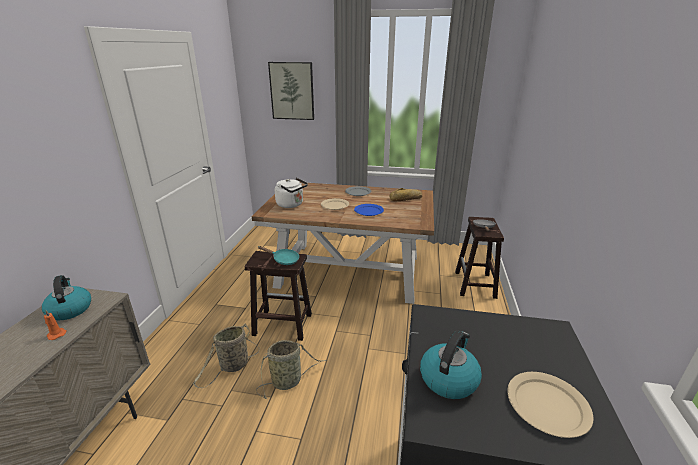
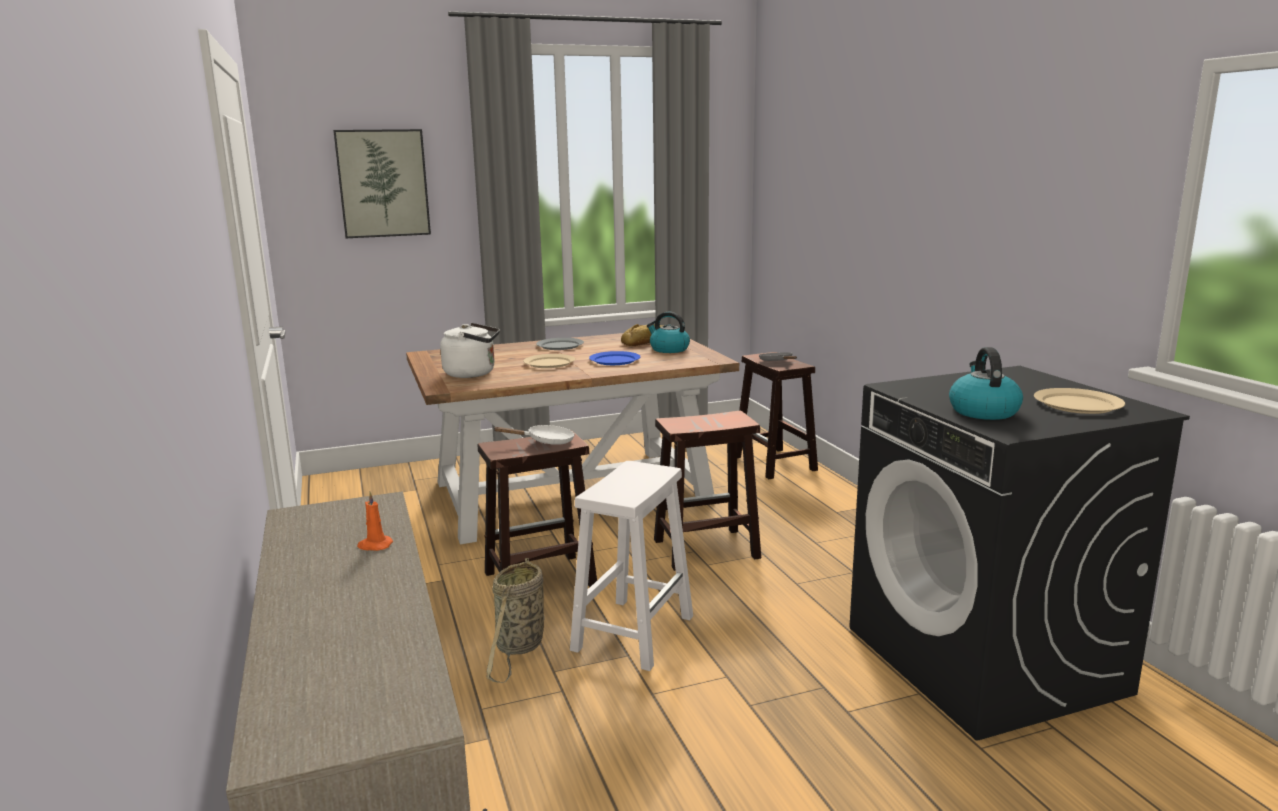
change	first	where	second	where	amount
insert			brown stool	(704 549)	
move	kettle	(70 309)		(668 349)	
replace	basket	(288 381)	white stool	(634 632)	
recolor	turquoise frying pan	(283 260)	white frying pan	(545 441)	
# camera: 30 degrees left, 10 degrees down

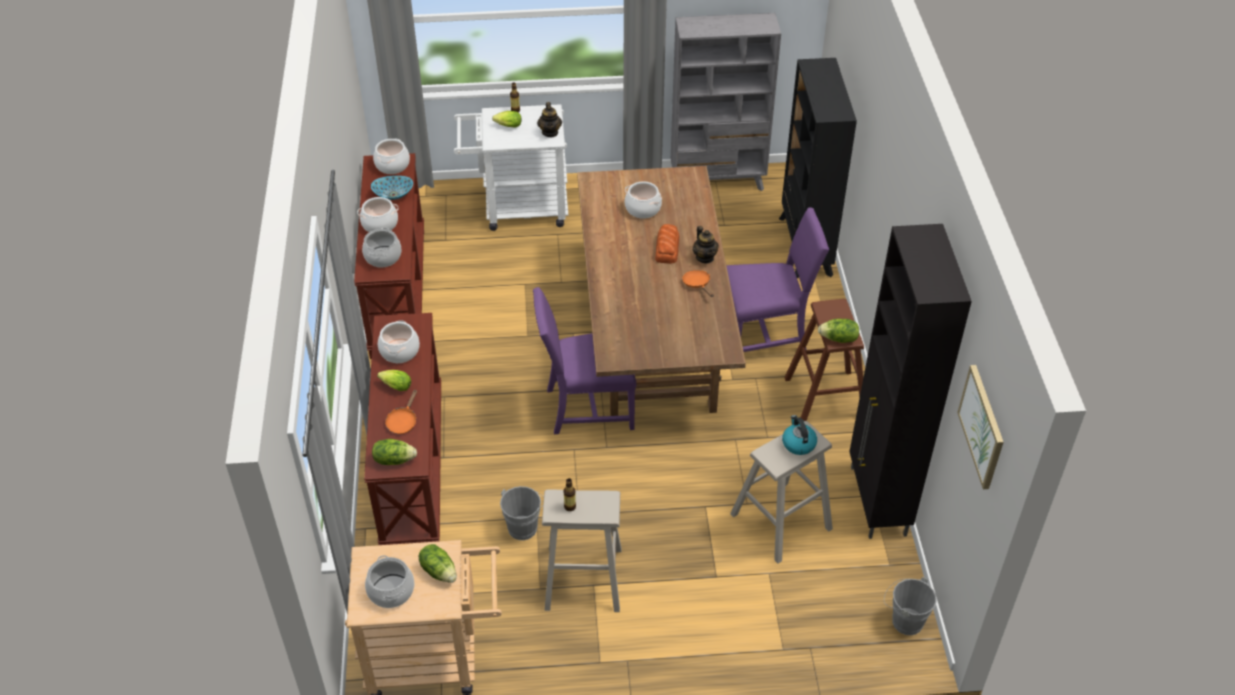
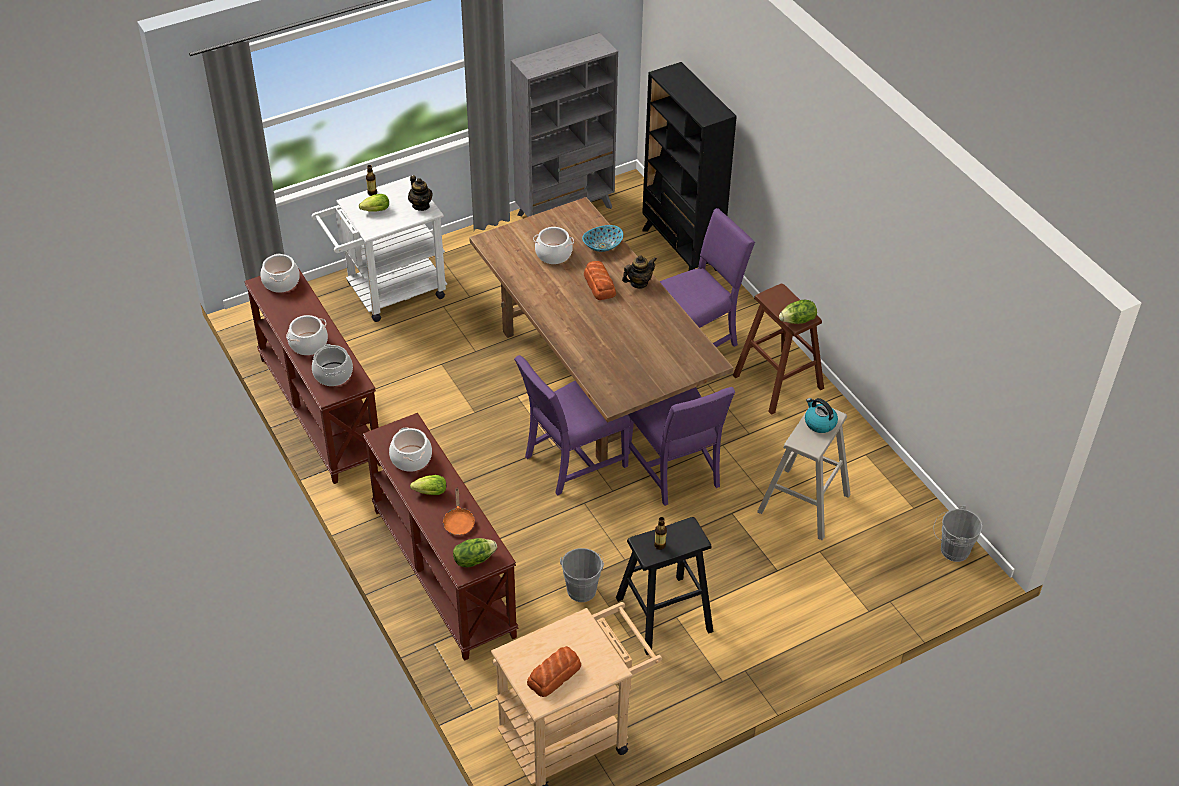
change	first	where	second	where	amount
delete	lettuce	(439 571)			
delete	orange frying pan	(698 284)			
delete	black cabinet	(877 502)			
delete	picture	(982 426)			
insert			purple chair	(675 470)	
move	bowl	(393 195)		(602 246)	
replace	cooking pot	(391 591)	bread	(555 675)	
recolor	beige stool	(583 579)	black stool	(663 615)	
rotate	teapot	(705 257)		(639 283)	75 degrees counterclockwise
# camera: 25 degrees left, 0 degrees up

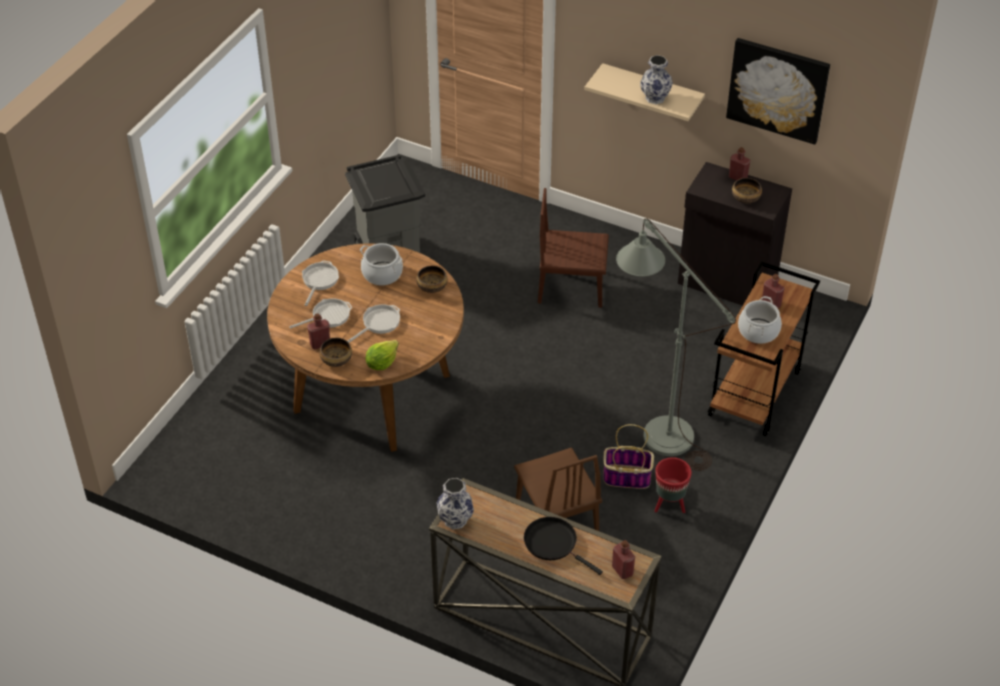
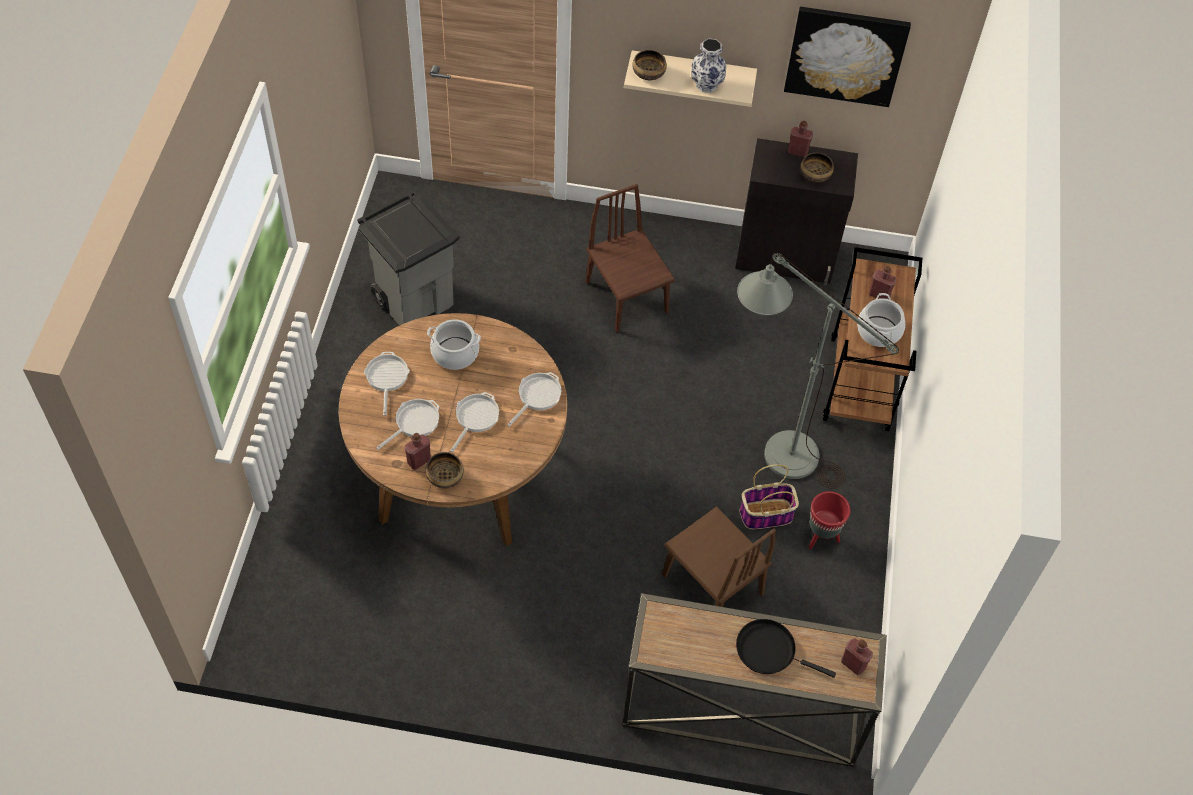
change	first	where	second	where	amount
delete	lettuce	(382 363)			
delete	vase	(455 519)			
insert			frying pan	(537 396)	
move	bowl	(431 286)		(648 73)	
rotate	brown chair	(571 287)		(627 297)	75 degrees clockwise
# camera: 20 degrees left, 10 degrees up

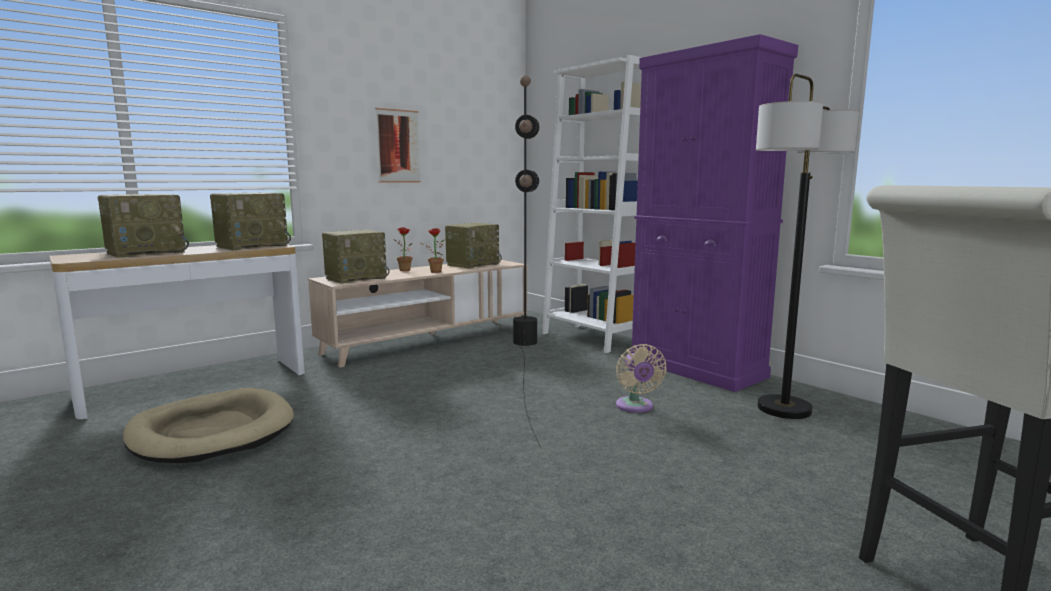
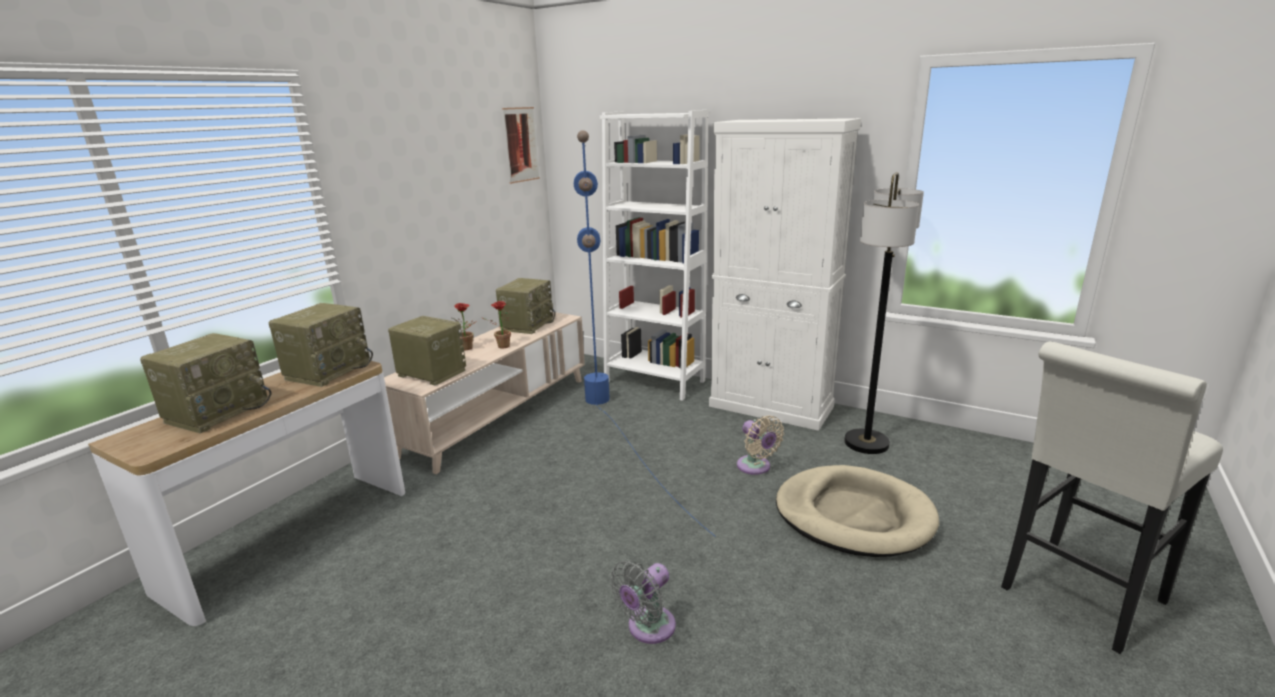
change	first	where	second	where	amount
insert			grey fan	(647 628)	
move	beige dog bed	(212 432)		(853 515)	
move	picture	(398 146)		(521 144)	
recolor	black floor lamp	(525 363)	blue floor lamp	(619 429)	
recolor	purple cabinet	(696 368)	white cabinet	(771 406)	
rotate	radio	(356 278)		(430 373)	90 degrees counterclockwise
# camera: 20 degrees left, 10 degrees up

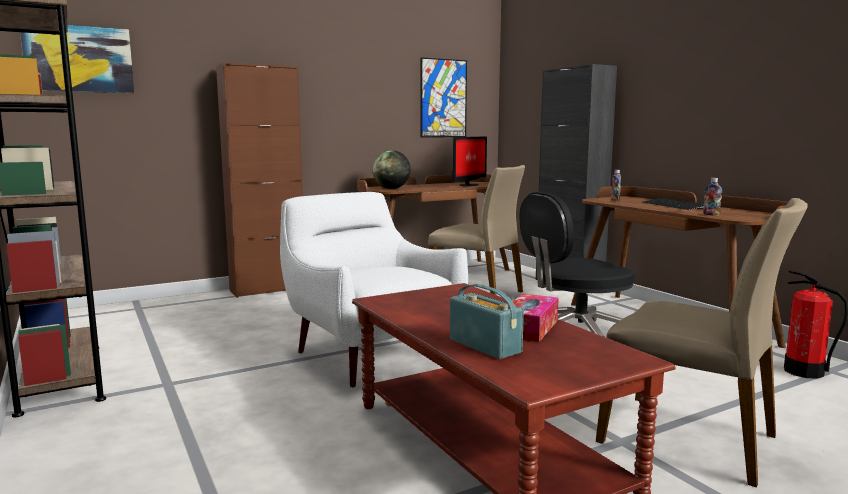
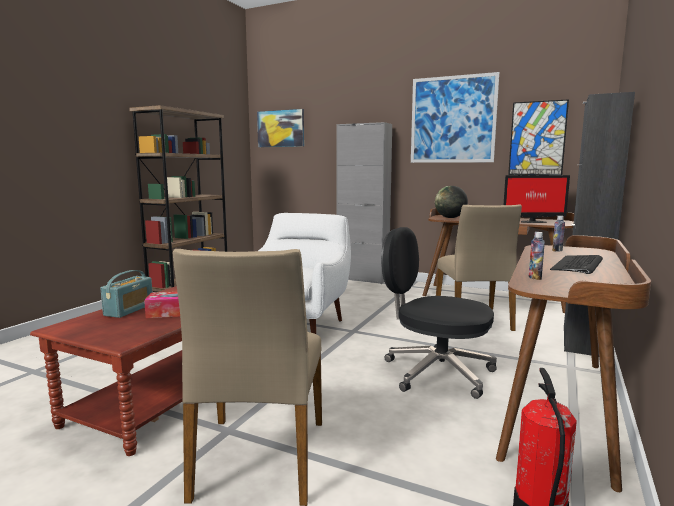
change	first	where	second	where	amount
insert			picture	(452 119)	
recolor	brown cabinet	(268 289)	grey cabinet	(362 279)	
# camera: 55 degrees right, 0 degrees up

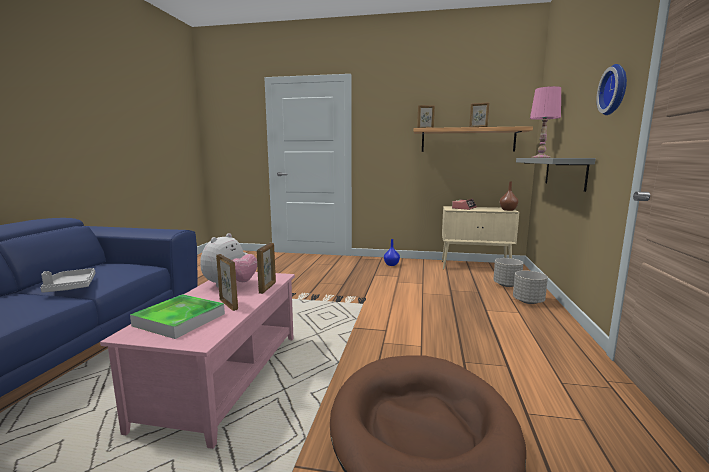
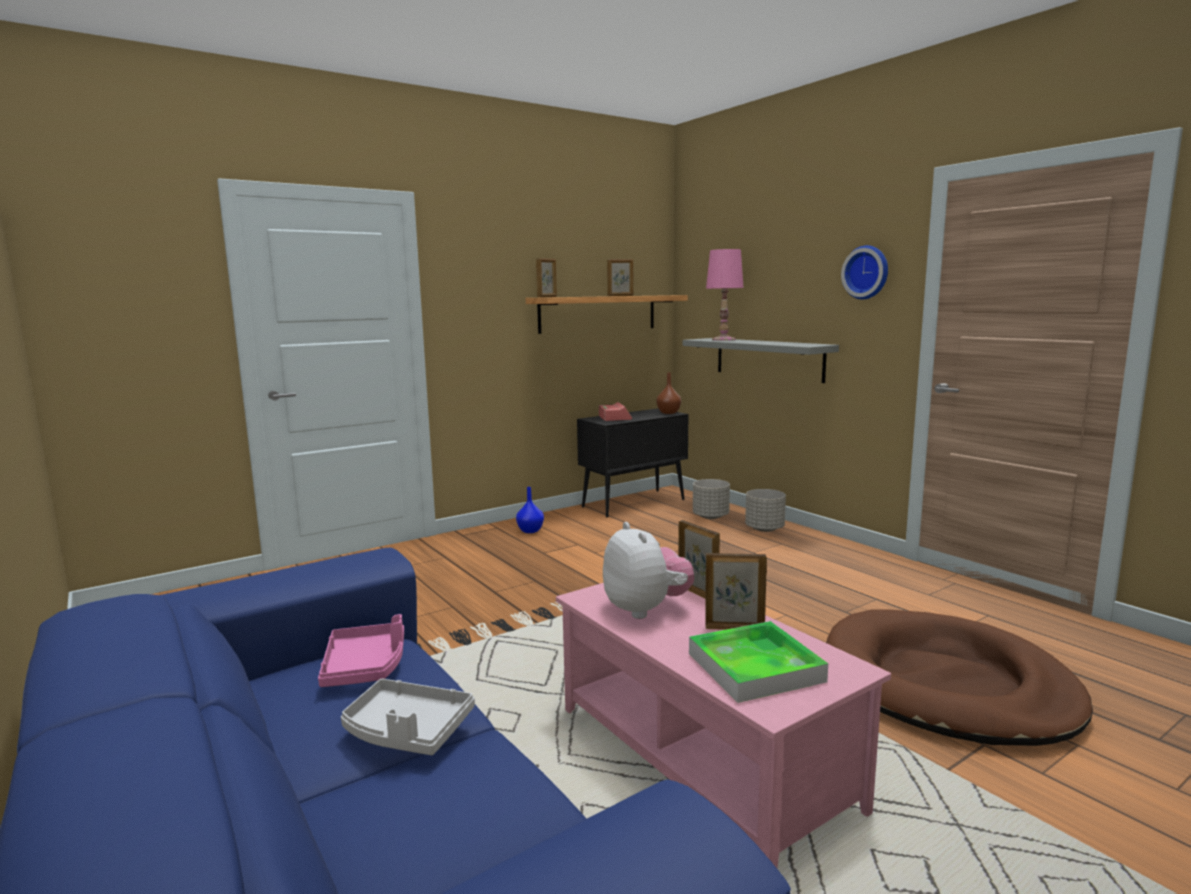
change	first	where	second	where	amount
insert			pink tray	(365 666)	
recolor	beige cabinet	(475 266)	black cabinet	(634 503)	
# camera: 45 degrees left, 0 degrees up

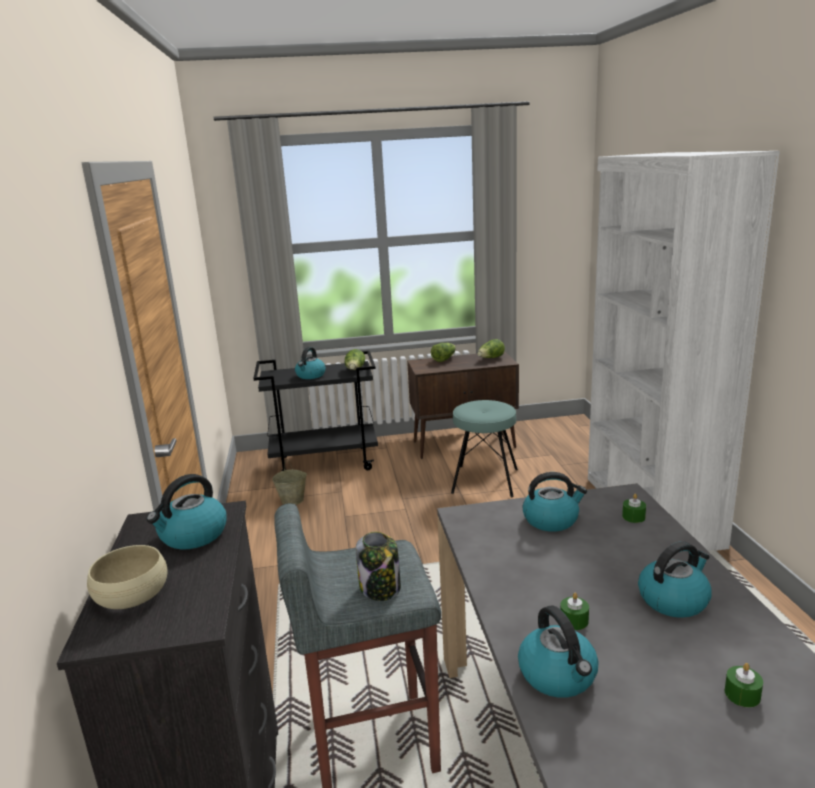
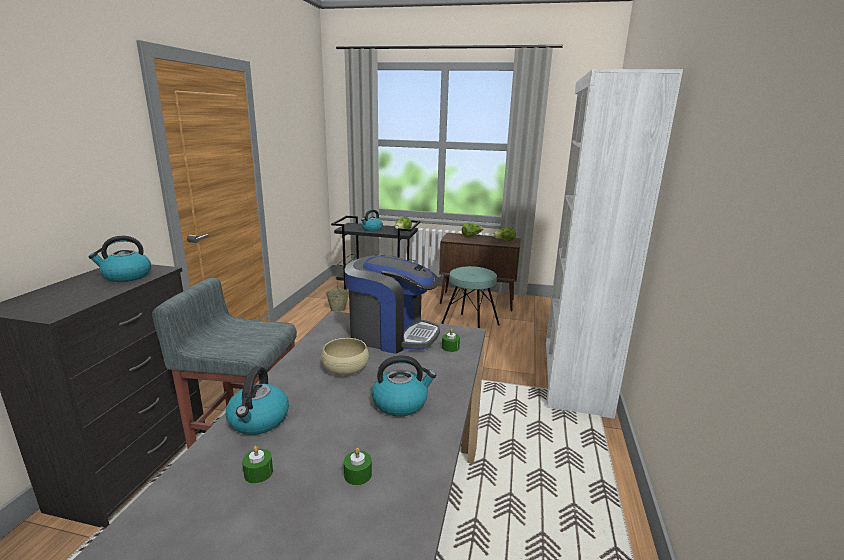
change	first	where	second	where	amount
delete	jar	(380 588)			
move	beige bowl	(132 595)		(345 368)	
move	green candle	(574 620)		(258 473)	
replace	kettle	(551 520)	coffee machine	(391 335)	
# camera: 20 degrees right, 0 degrees up

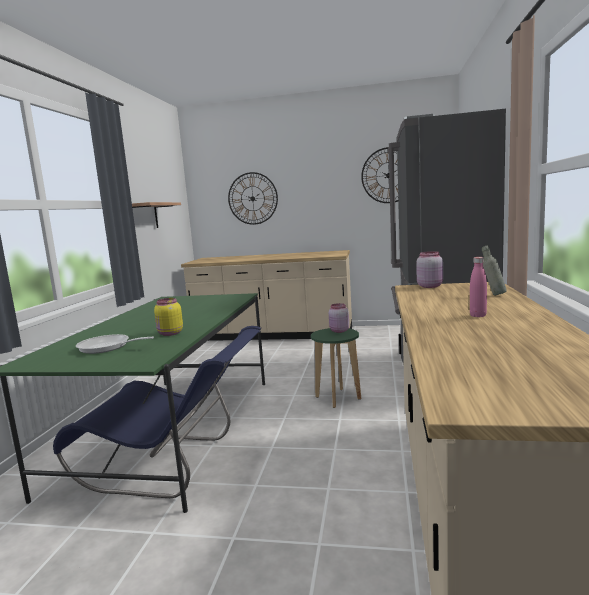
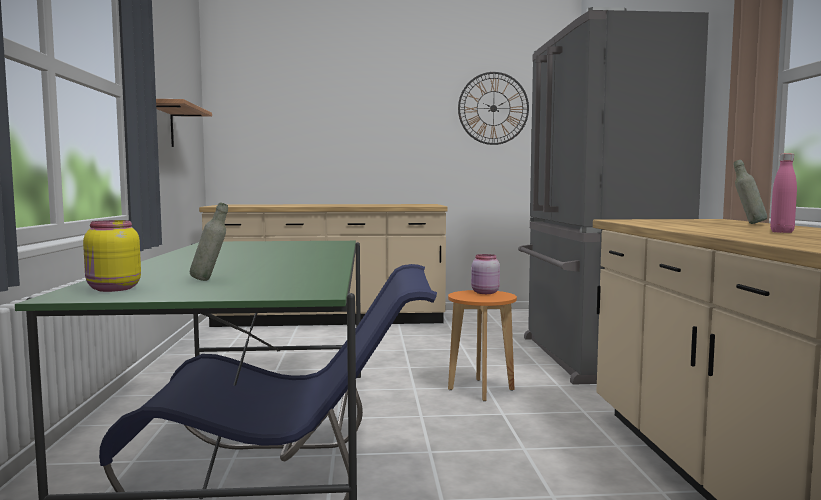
change	first	where	second	where	amount
delete	wall clock	(252 198)			
delete	pink jar	(430 286)			
move	yellow jar	(170 333)		(113 289)	
replace	frying pan	(107 347)	grey bottle	(210 280)	
recolor	green stool	(338 398)	orange stool	(481 390)	
# camera: 15 degrees left, 5 degrees down

